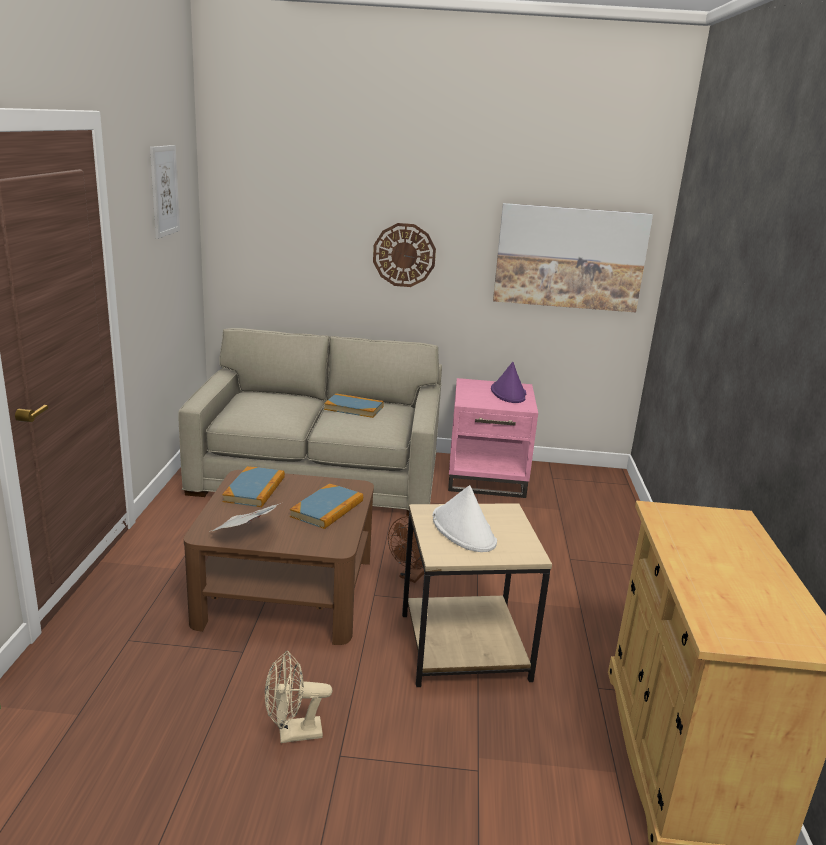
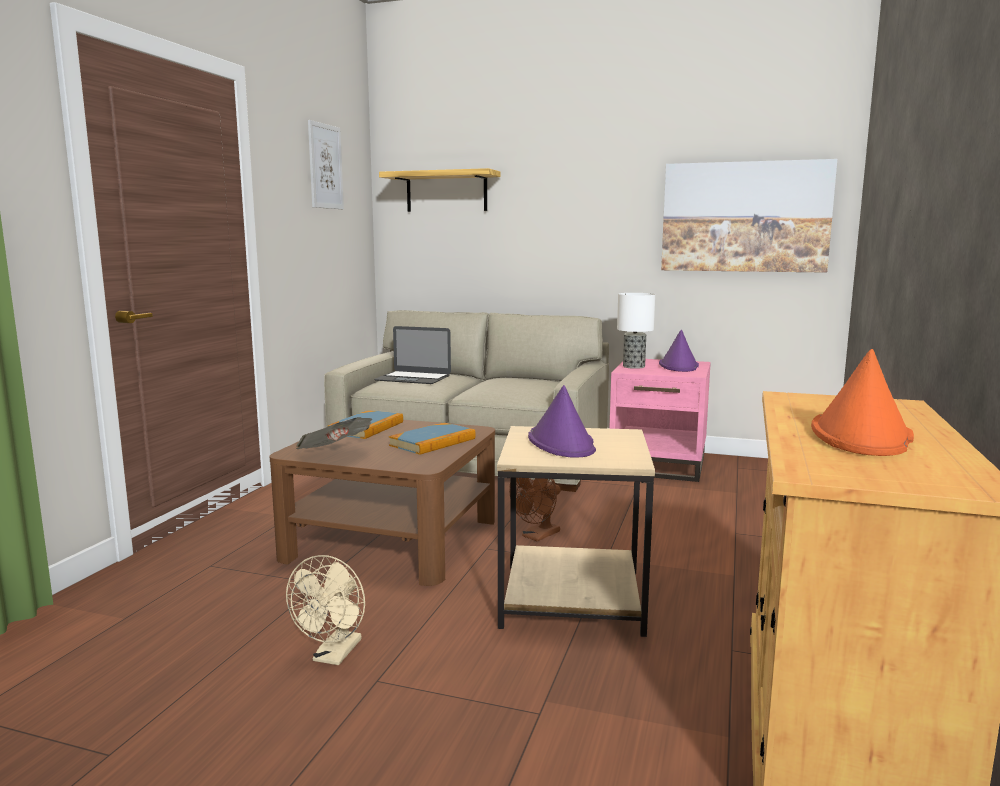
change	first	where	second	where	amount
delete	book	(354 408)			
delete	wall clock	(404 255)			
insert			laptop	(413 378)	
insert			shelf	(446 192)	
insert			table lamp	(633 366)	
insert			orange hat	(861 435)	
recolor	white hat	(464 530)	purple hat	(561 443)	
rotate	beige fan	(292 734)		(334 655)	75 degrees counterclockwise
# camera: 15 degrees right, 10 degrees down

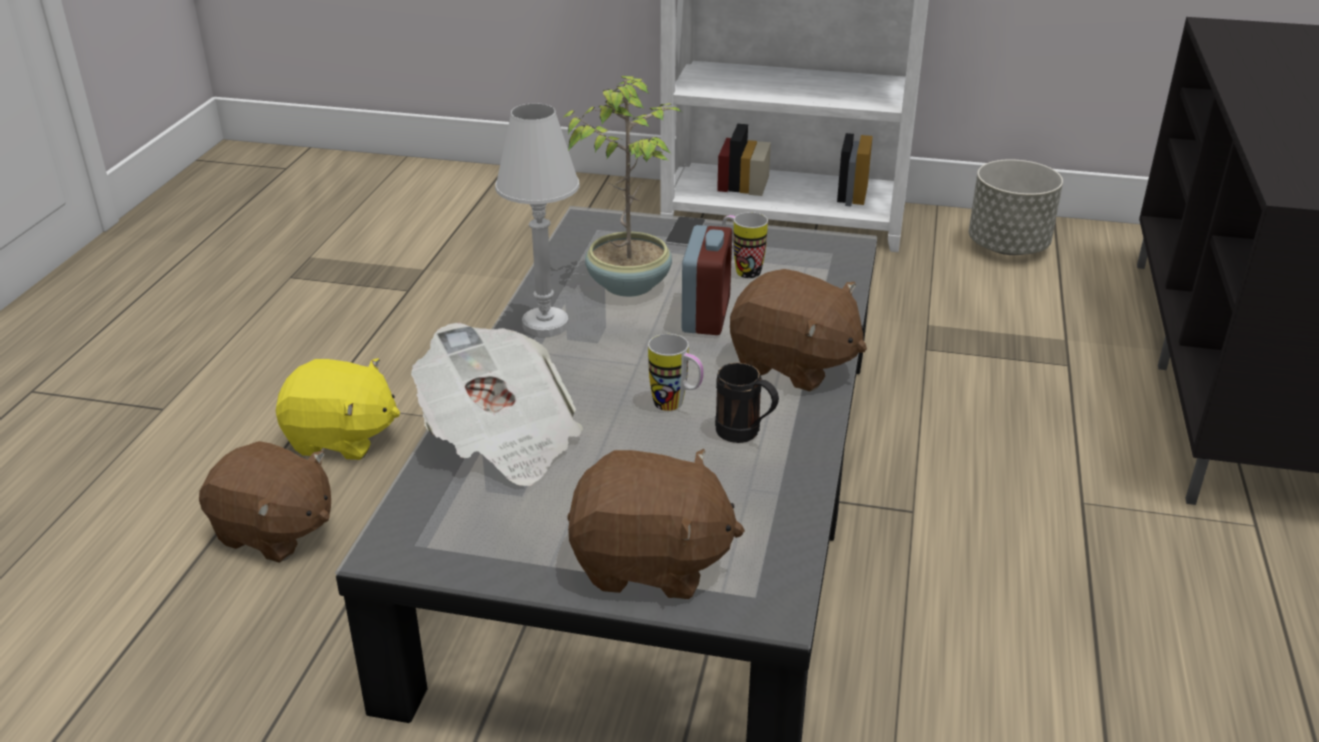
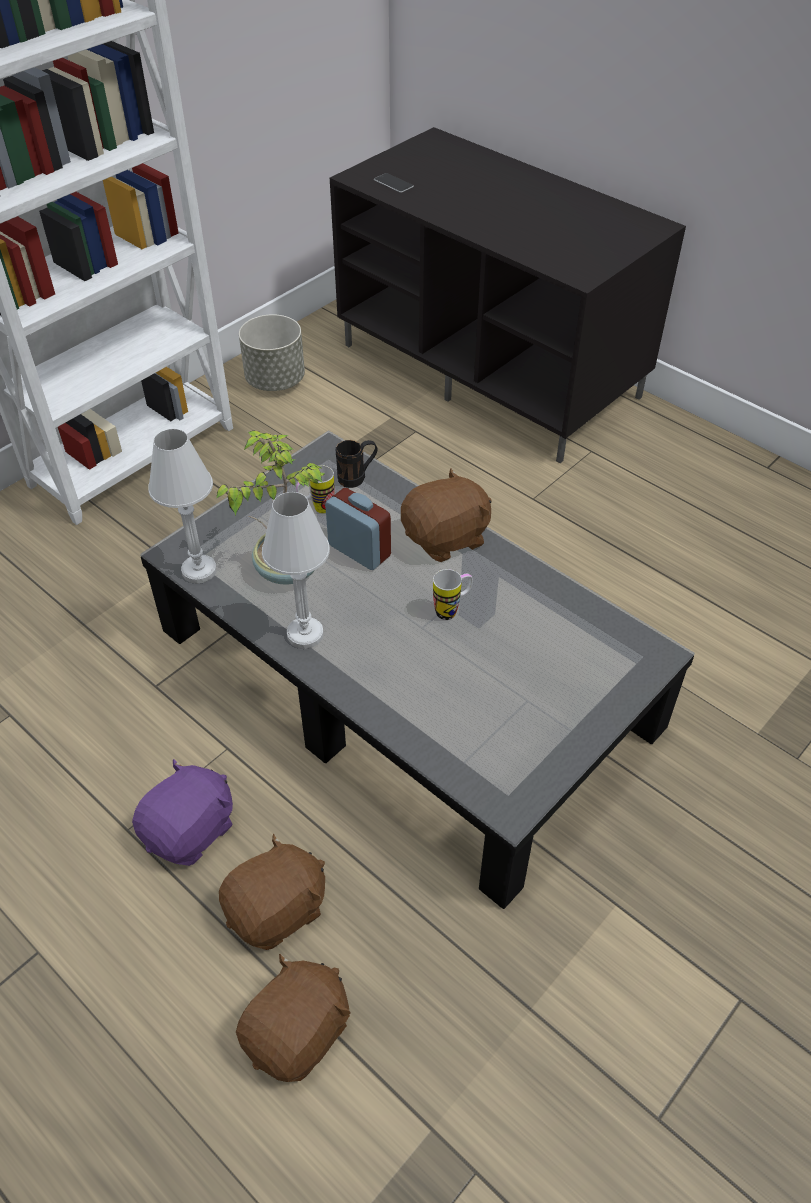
change	first	where	second	where	amount
delete	newspaper	(501 438)			
insert			white table lamp	(199 571)	
move	brown plush toy	(650 563)		(299 1033)	
move	phone	(685 232)		(393 183)	
move	black mug	(745 435)		(357 478)	
recolor	yellow plush toy	(341 438)	purple plush toy	(191 830)	
# camera: 60 degrees left, 15 degrees up

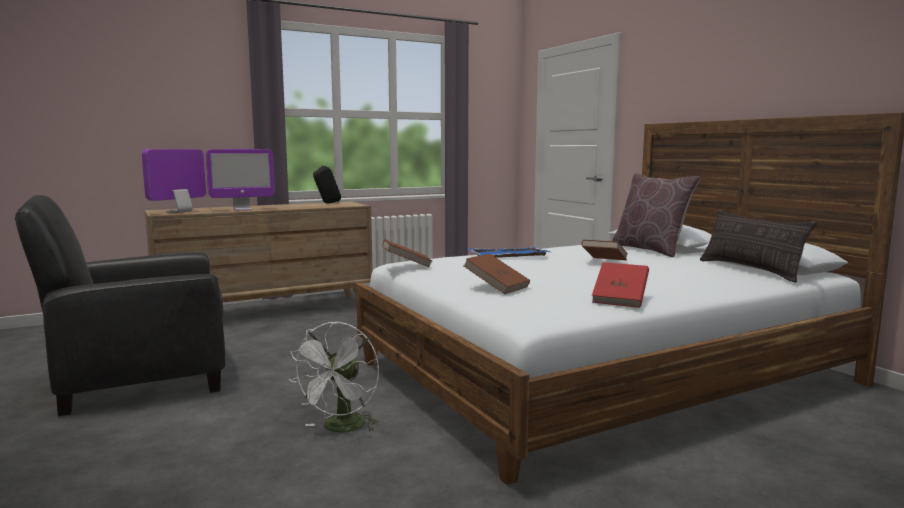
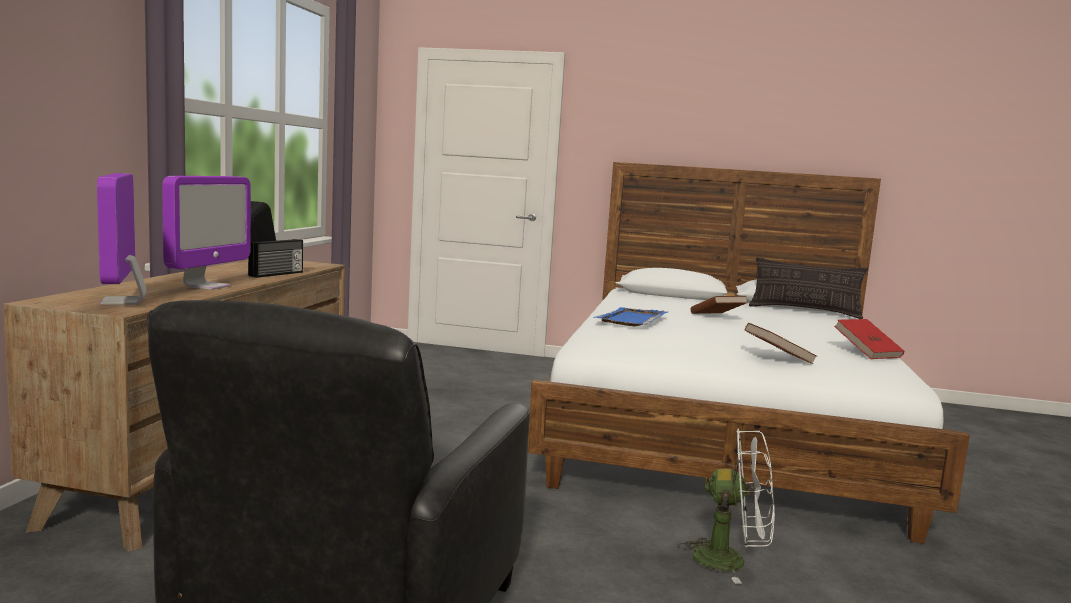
change	first	where	second	where	amount
delete	brown book	(406 265)			
delete	brown pillow	(650 250)			
insert			radio	(277 274)	
rotate	white fan	(341 429)		(731 560)	45 degrees counterclockwise
# camera: 50 degrees left, 0 degrees up

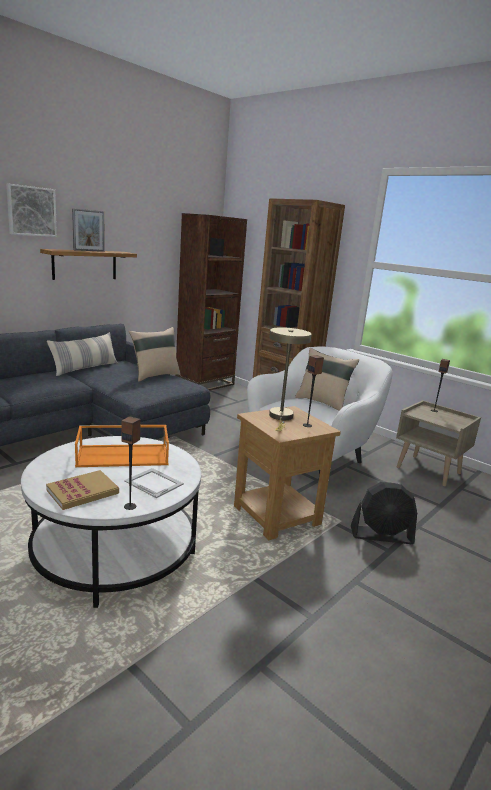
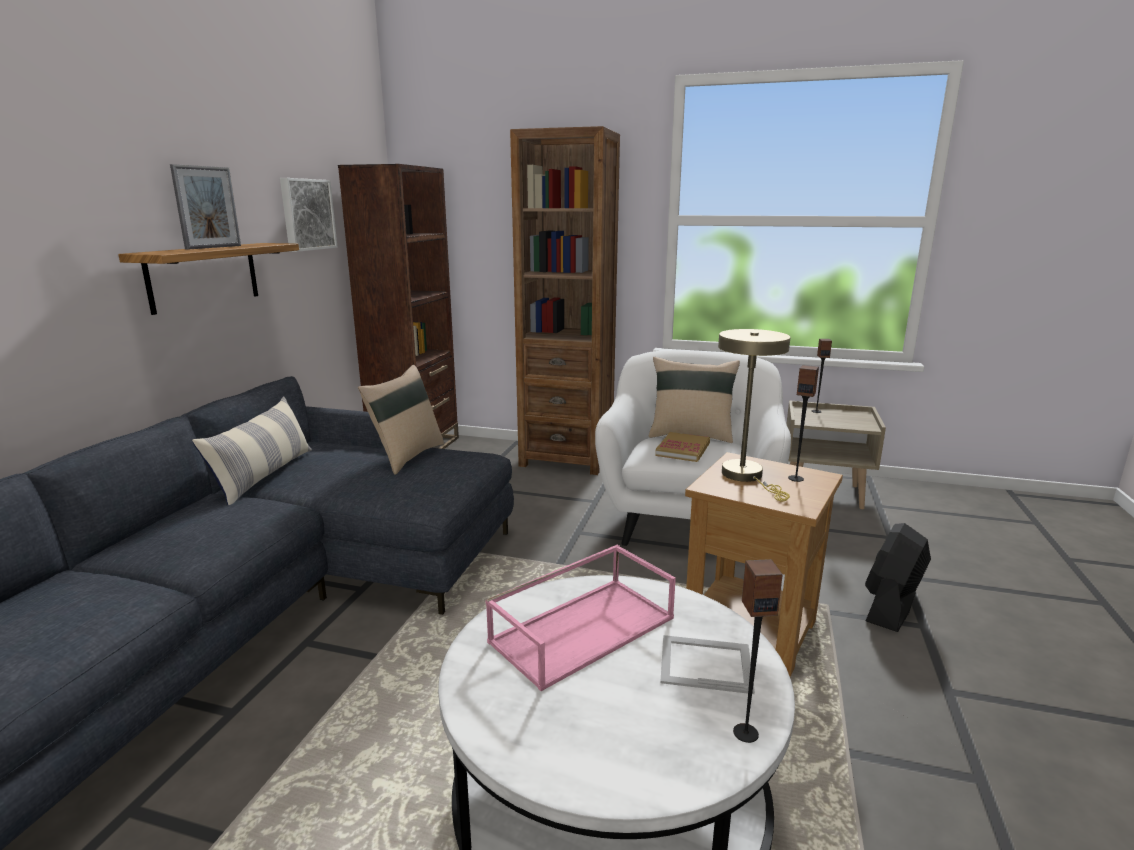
change	first	where	second	where	amount
move	picture	(31 211)		(306 214)	
move	book	(83 492)		(683 449)	
recolor	orange tray	(124 455)	pink tray	(583 628)	
rotate	black fan	(381 535)		(890 607)	150 degrees clockwise
# camera: 25 degrees left, 0 degrees up

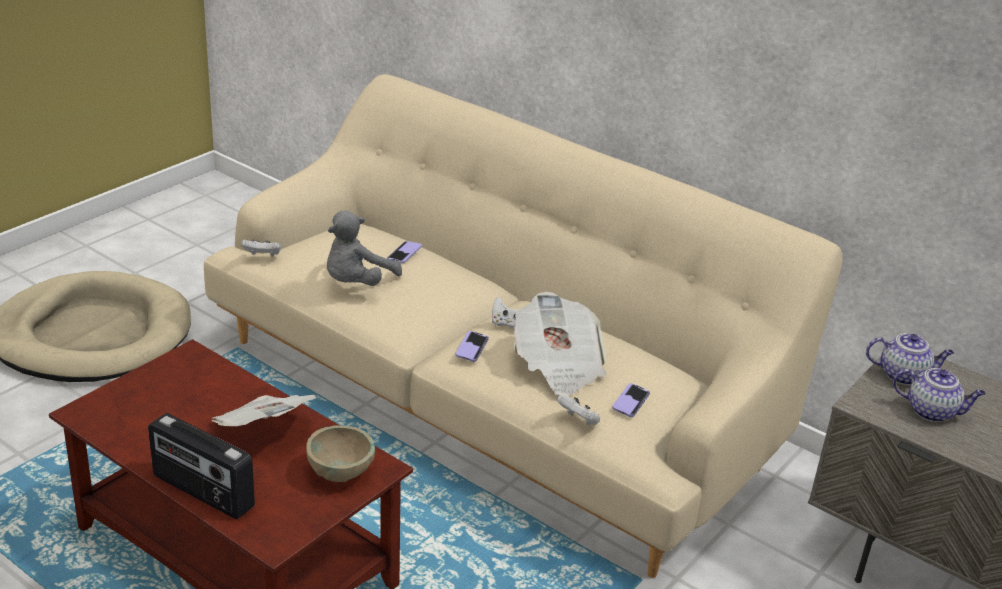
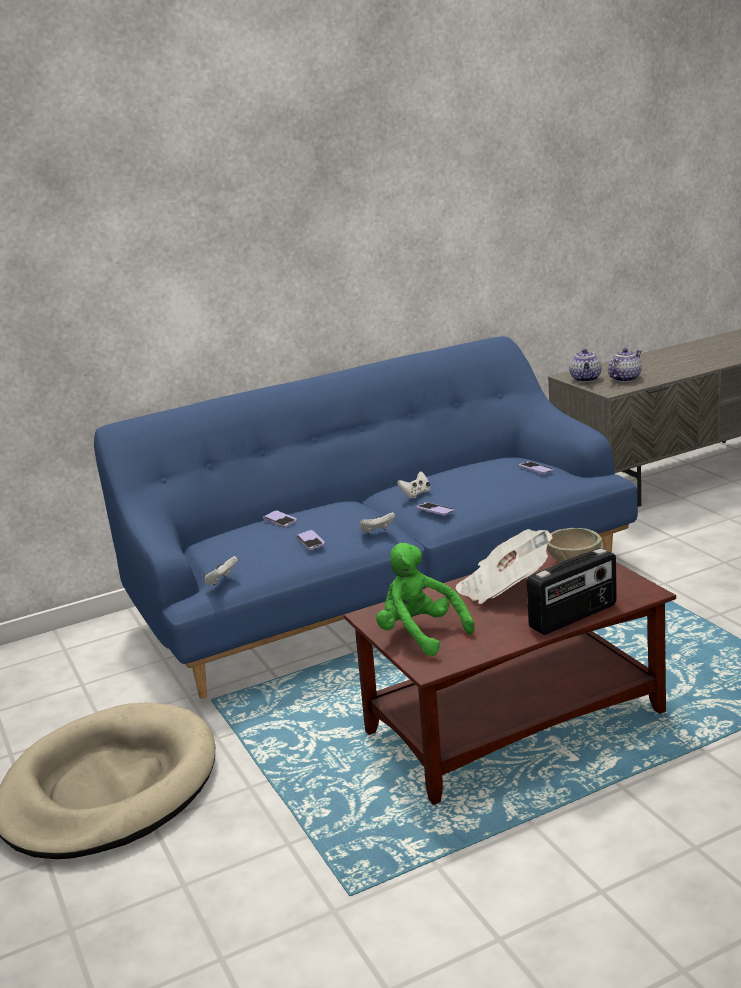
change	first	where	second	where	amount
delete	newspaper	(558 366)			
insert			green plush toy	(420 634)	
move	white game controller	(578 420)		(377 532)	
replace	grey plush toy	(357 283)	phone	(310 541)	
recolor	beige sofa	(493 398)	blue sofa	(380 590)	
rotate	teapot	(903 375)		(586 379)	150 degrees clockwise
# camera: 60 degrees left, 10 degrees down

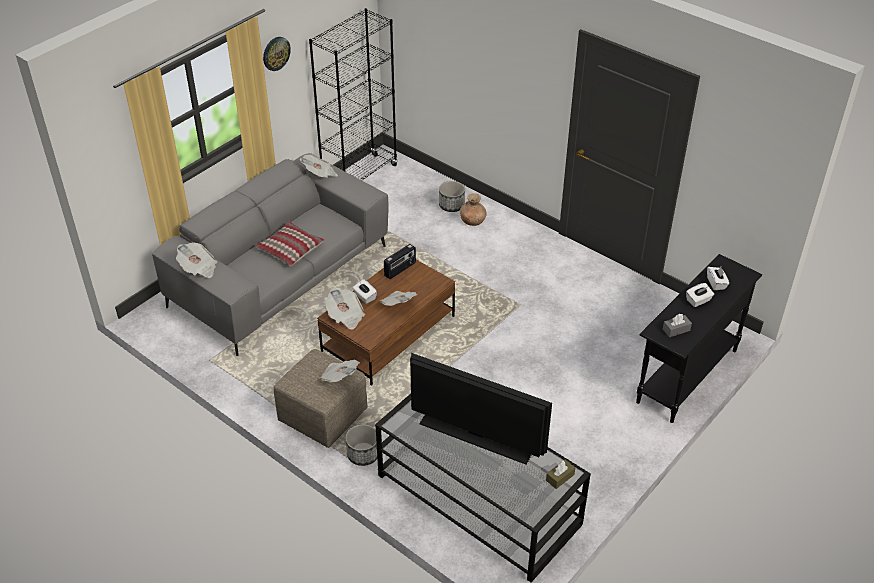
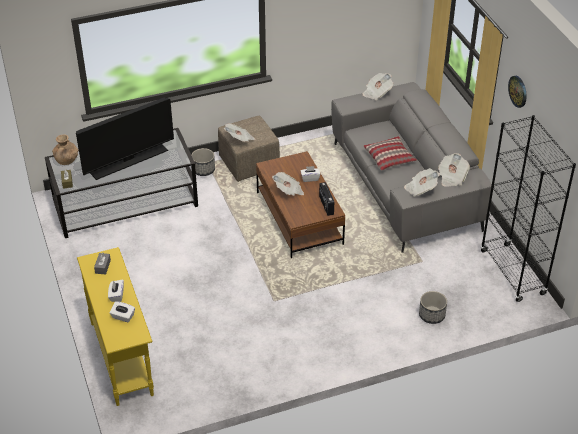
change	first	where	second	where	amount
move	newspaper	(345 316)		(420 189)	
move	brown vase	(473 221)		(66 160)	
recolor	black console table	(686 376)	yellow console table	(122 358)	
# camera: 120 degrees right, 0 degrees up

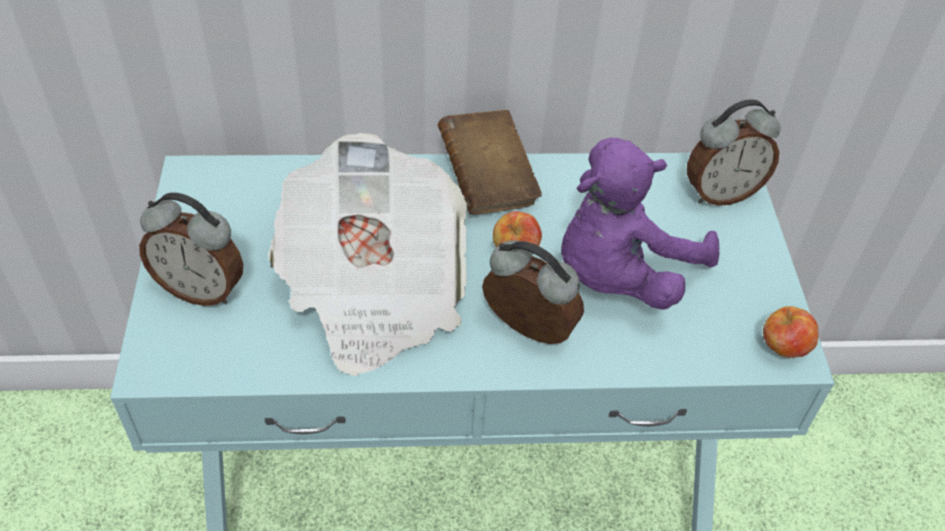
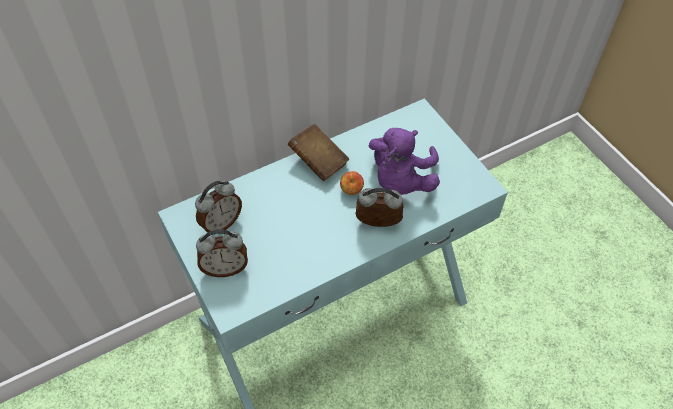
change	first	where	second	where	amount
delete	newspaper	(373 290)			
delete	apple	(783 348)			
move	alarm clock	(720 193)		(221 223)	
# camera: 25 degrees left, 5 degrees up

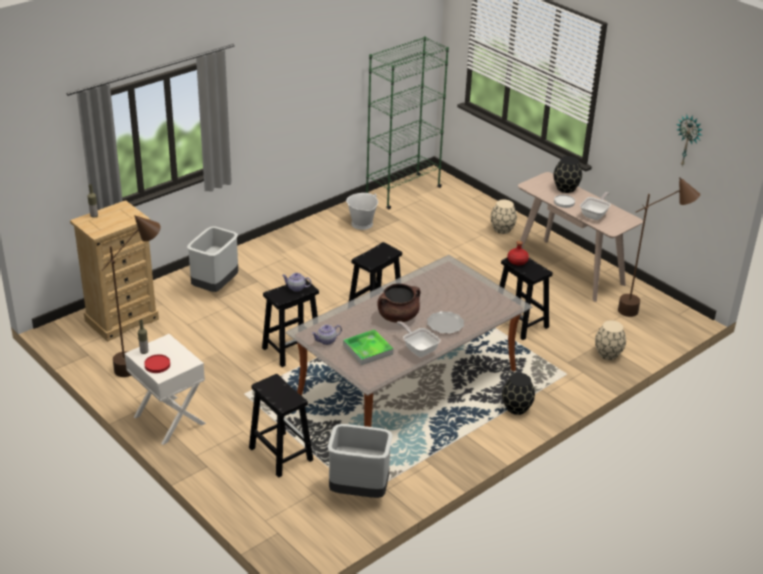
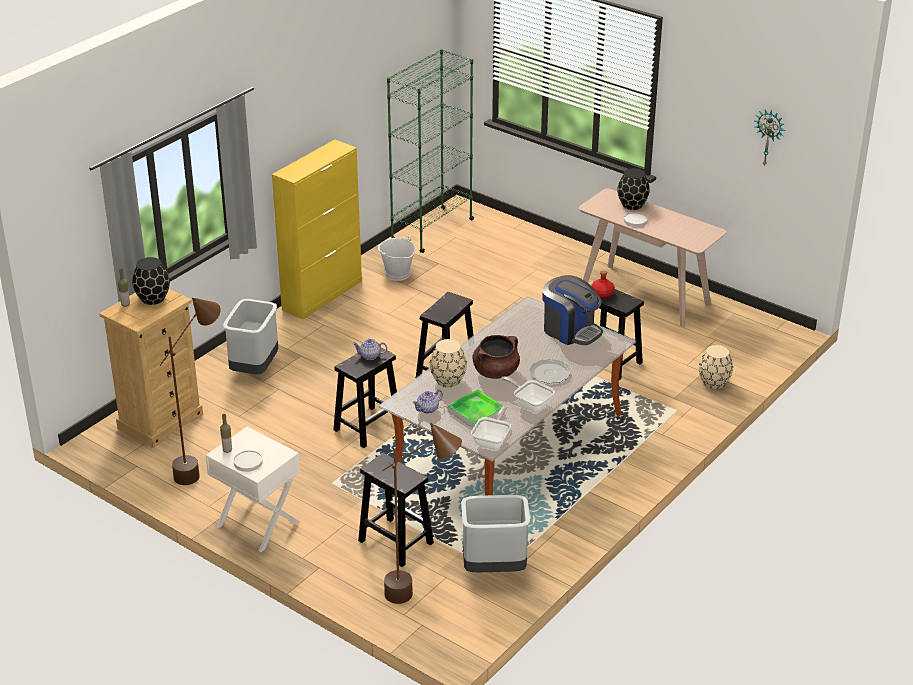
change	first	where	second	where	amount
insert			yellow cabinet	(322 295)	
insert			coffee machine	(570 330)	
move	beige vase	(502 229)		(447 380)	
move	black vase	(516 408)		(153 298)	
move	frying pan	(595 214)		(492 440)	
move	brown floor lamp	(645 314)		(422 595)	
recolor	red plate	(157 365)	white plate	(248 462)	
# camera: 10 degrees left, 0 degrees up

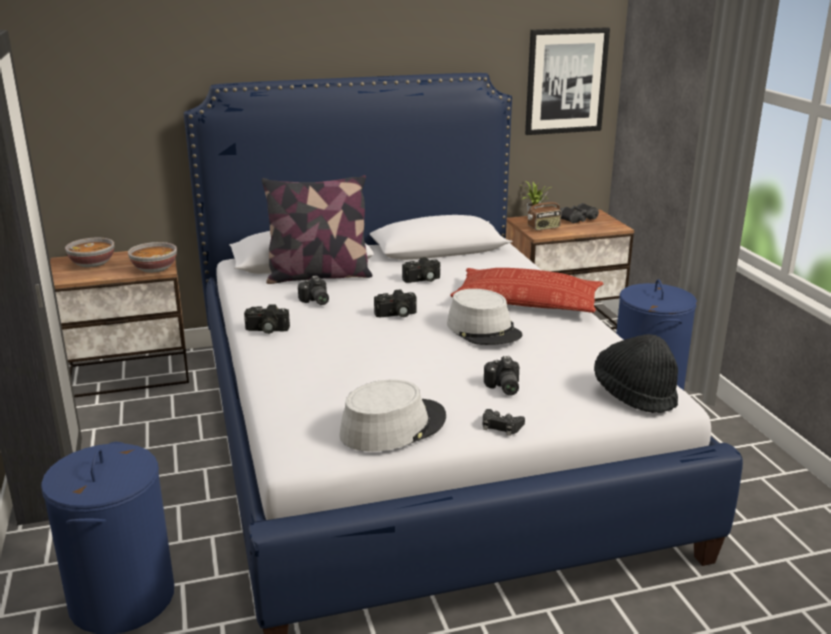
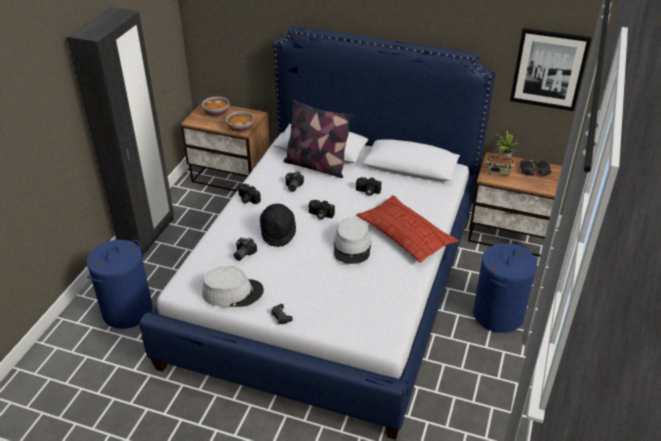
change	first	where	second	where	amount
move	photo camera	(502 388)		(242 254)	
move	black hat	(634 394)		(278 232)	
# camera: 35 degrees right, 15 degrees up

